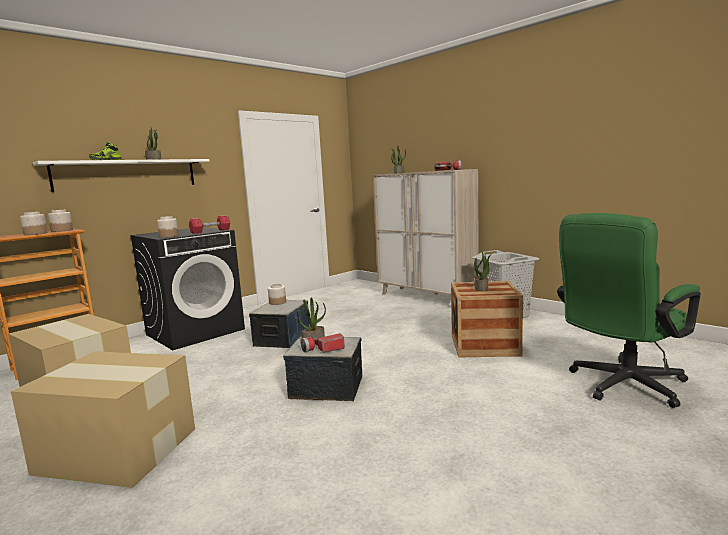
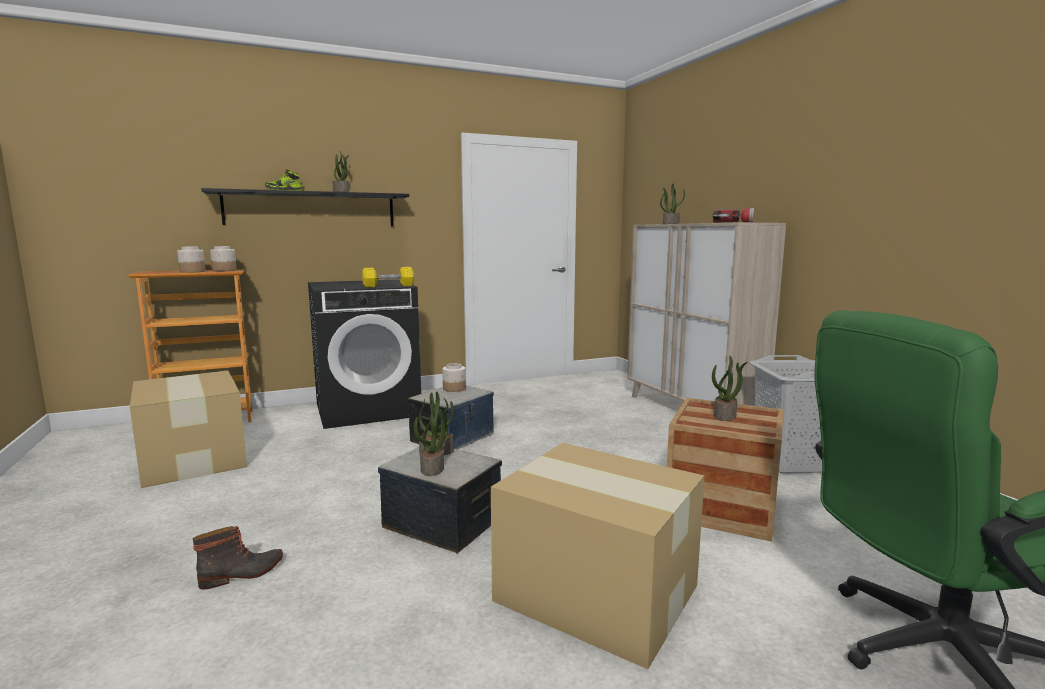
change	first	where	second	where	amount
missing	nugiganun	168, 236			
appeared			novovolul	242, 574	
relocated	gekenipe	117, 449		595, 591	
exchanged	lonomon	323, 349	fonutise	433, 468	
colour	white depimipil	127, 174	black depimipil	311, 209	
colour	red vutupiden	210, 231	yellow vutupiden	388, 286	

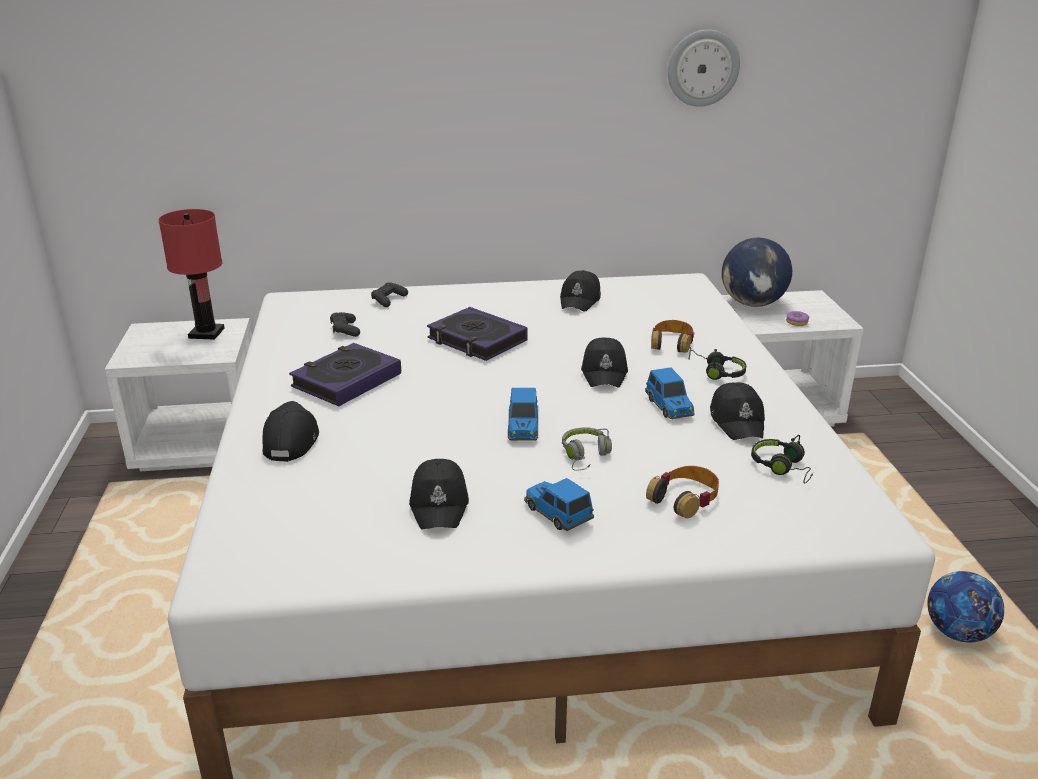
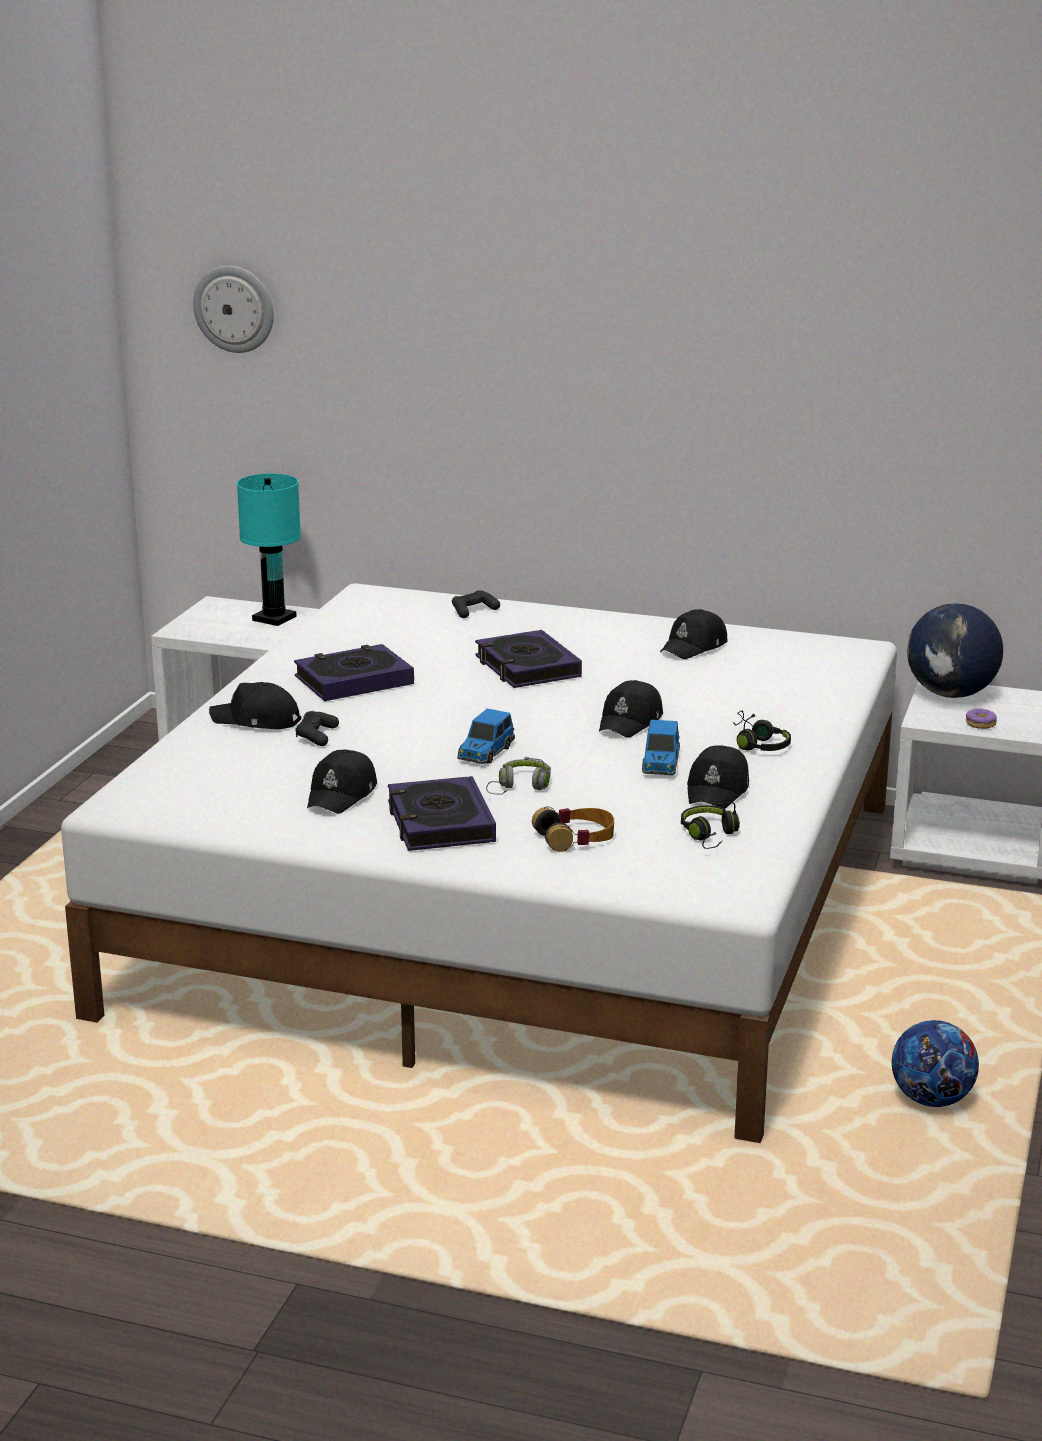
change	first	where	second	where	amount
missing	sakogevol	671, 343			
relocated	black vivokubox	345, 330		317, 736	
relocated	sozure	703, 68		234, 308	
exchanged	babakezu	557, 513	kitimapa	440, 823	
colour	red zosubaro	206, 333	turquoise zosubaro	273, 618	
spun	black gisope	291, 440		256, 720	105 degrees counterclockwise

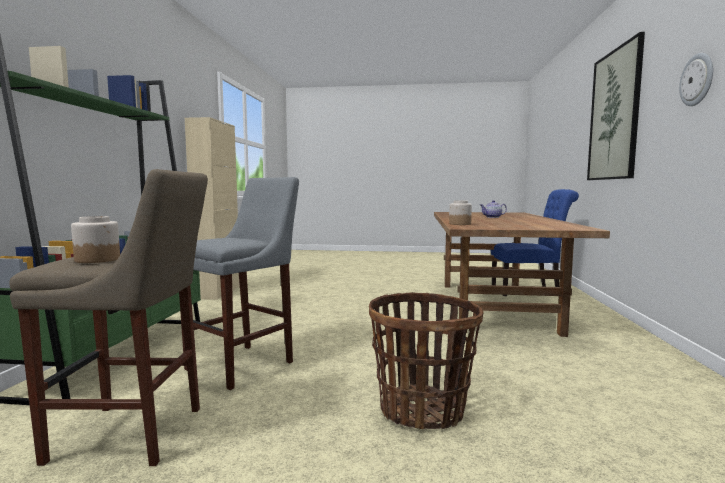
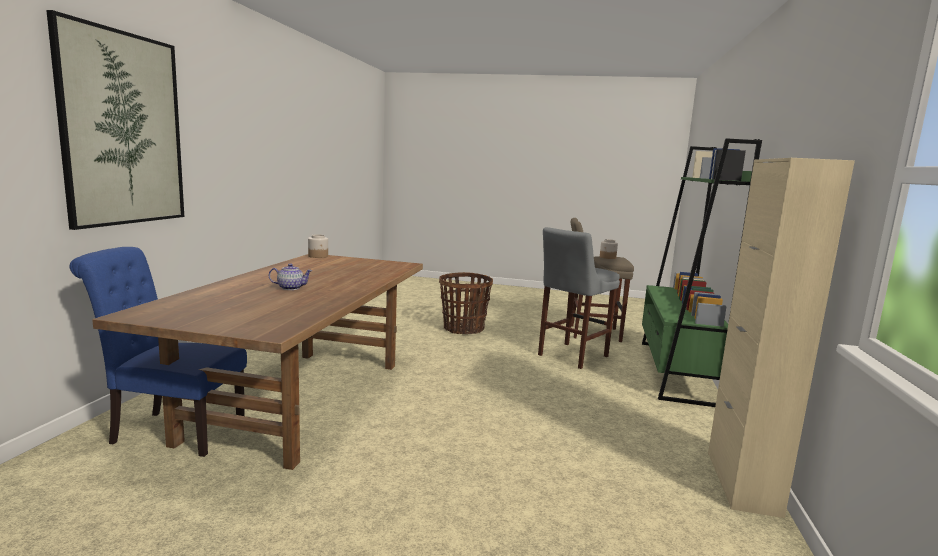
change	first	where	second	where	amount
missing	sozure	697, 80			
relocated	nugiganun	459, 224		318, 256	

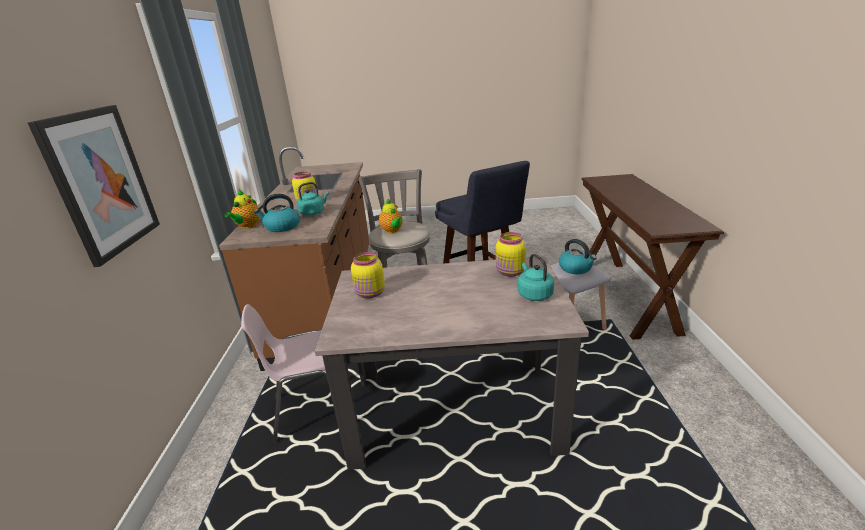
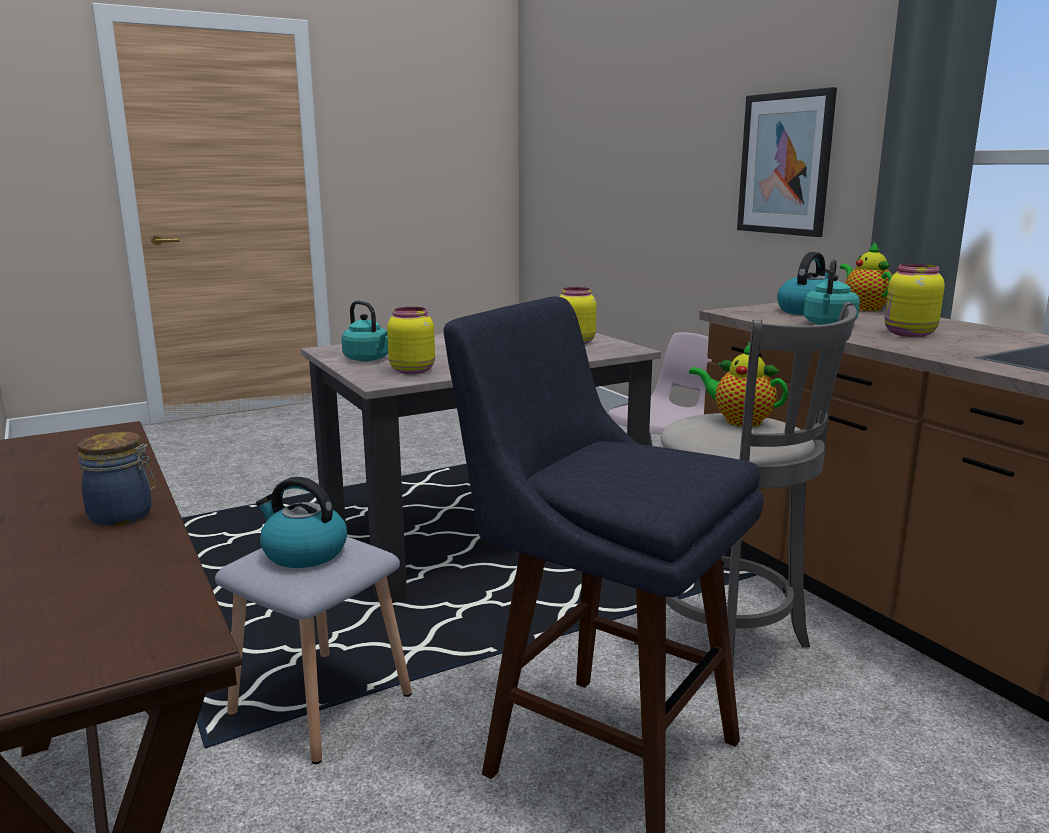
change	first	where	second	where	amount
appeared			nugiganun	123, 516	

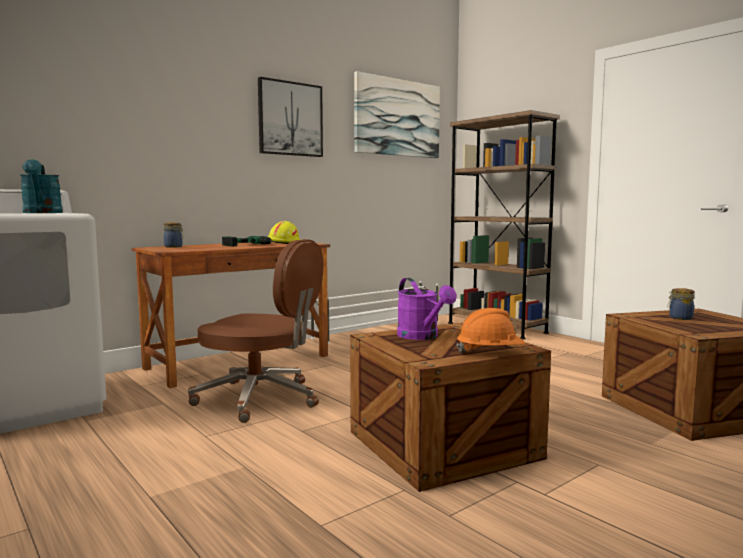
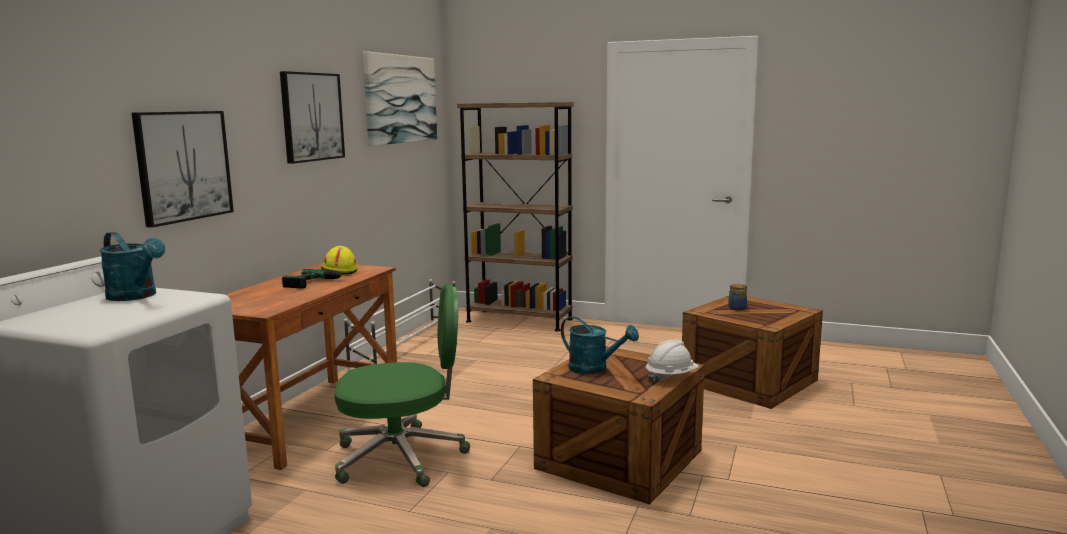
change	first	where	second	where	amount
missing	nugiganun	174, 247			
appeared			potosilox	183, 166	
colour	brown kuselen	260, 399	green kuselen	402, 457	
colour	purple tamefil	422, 337	turquoise tamefil	594, 369	
colour	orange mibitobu	490, 353	white mibitobu	671, 377	

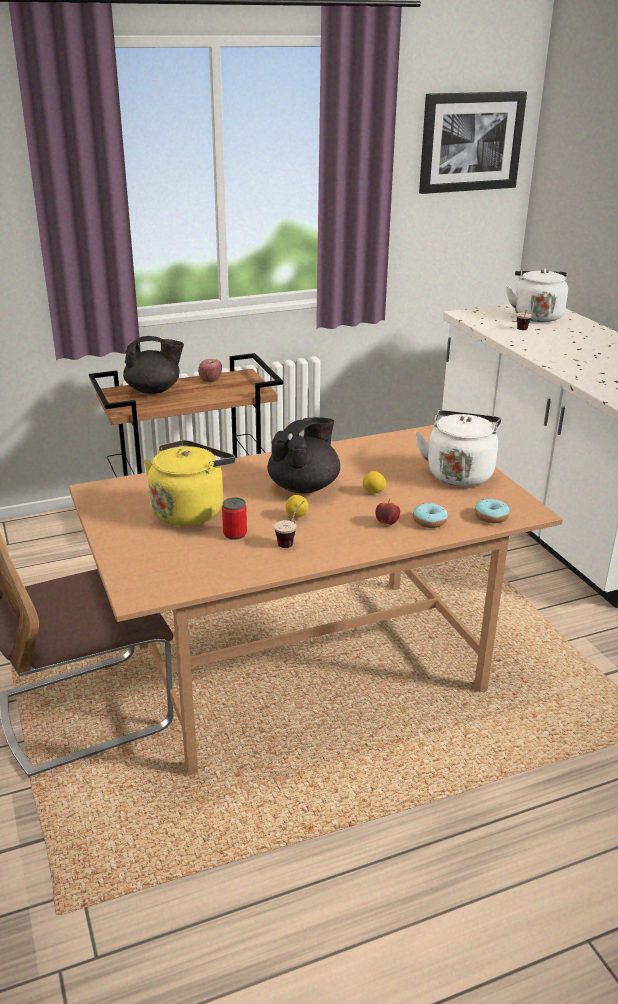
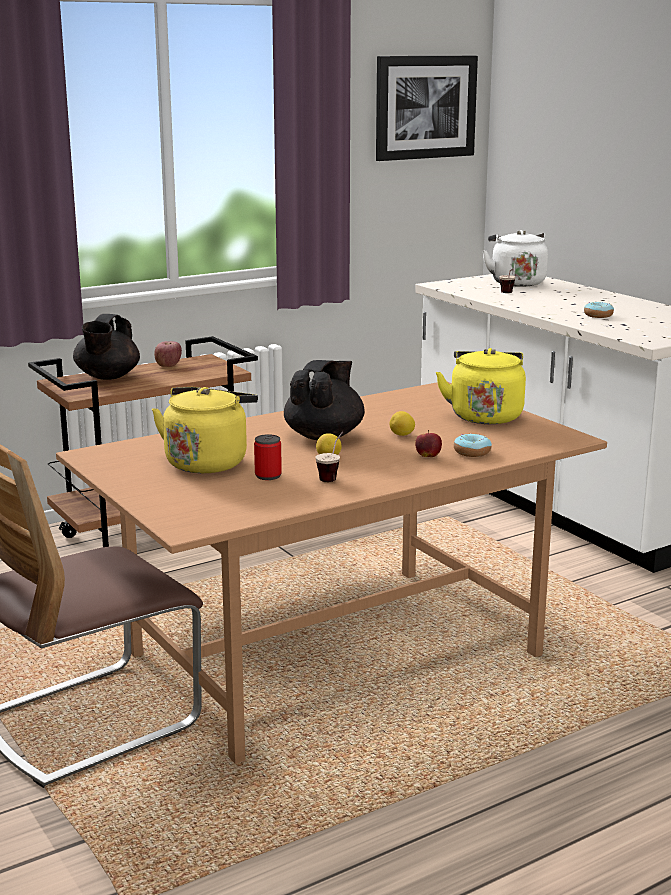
change	first	where	second	where	amount
relocated	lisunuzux	491, 517		598, 315	
colour	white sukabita	459, 473	yellow sukabita	485, 415	
spun	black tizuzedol	154, 390		107, 377	120 degrees clockwise

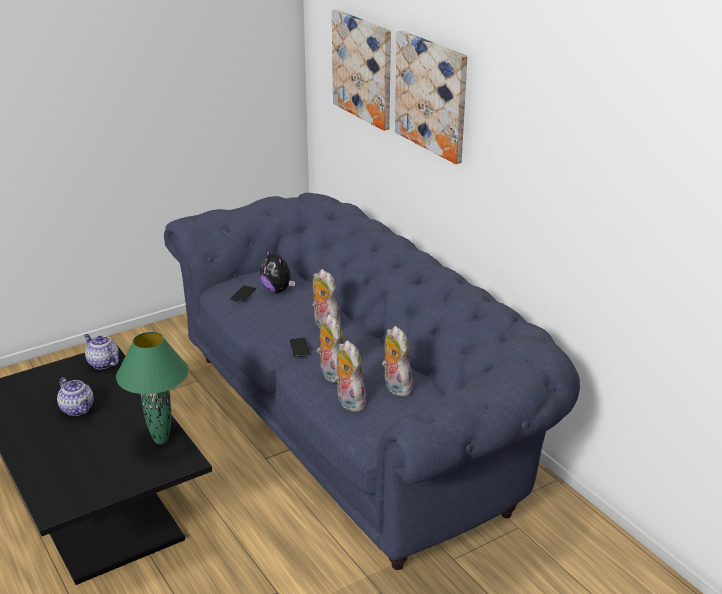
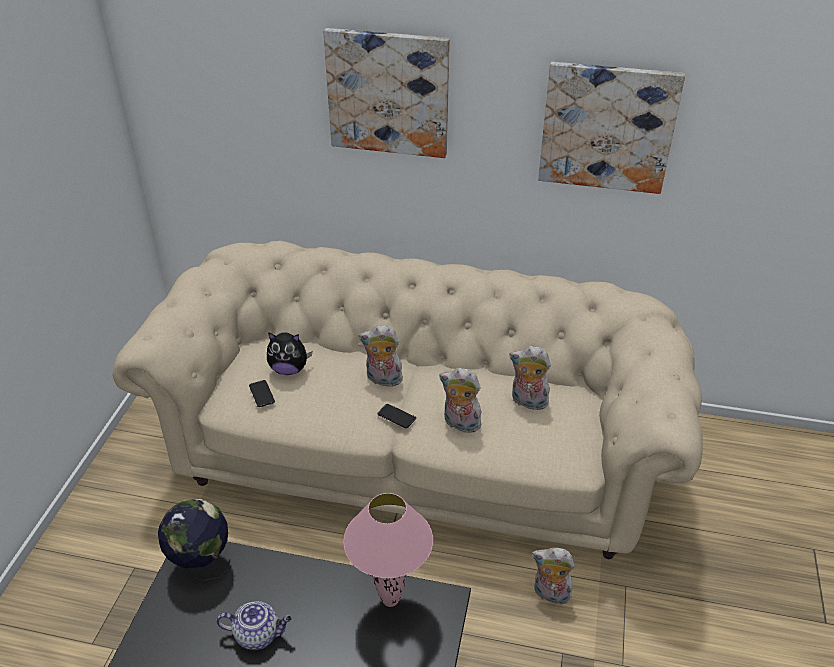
change	first	where	second	where	amount
relocated	potosilox	363, 68		607, 127	
relocated	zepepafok	348, 402		550, 594	
exchanged	tizuzedol	102, 363	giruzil	201, 564	
colour	green zosubaro	160, 440	pink zosubaro	390, 601	
colour	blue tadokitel	359, 423	beige tadokitel	416, 453	

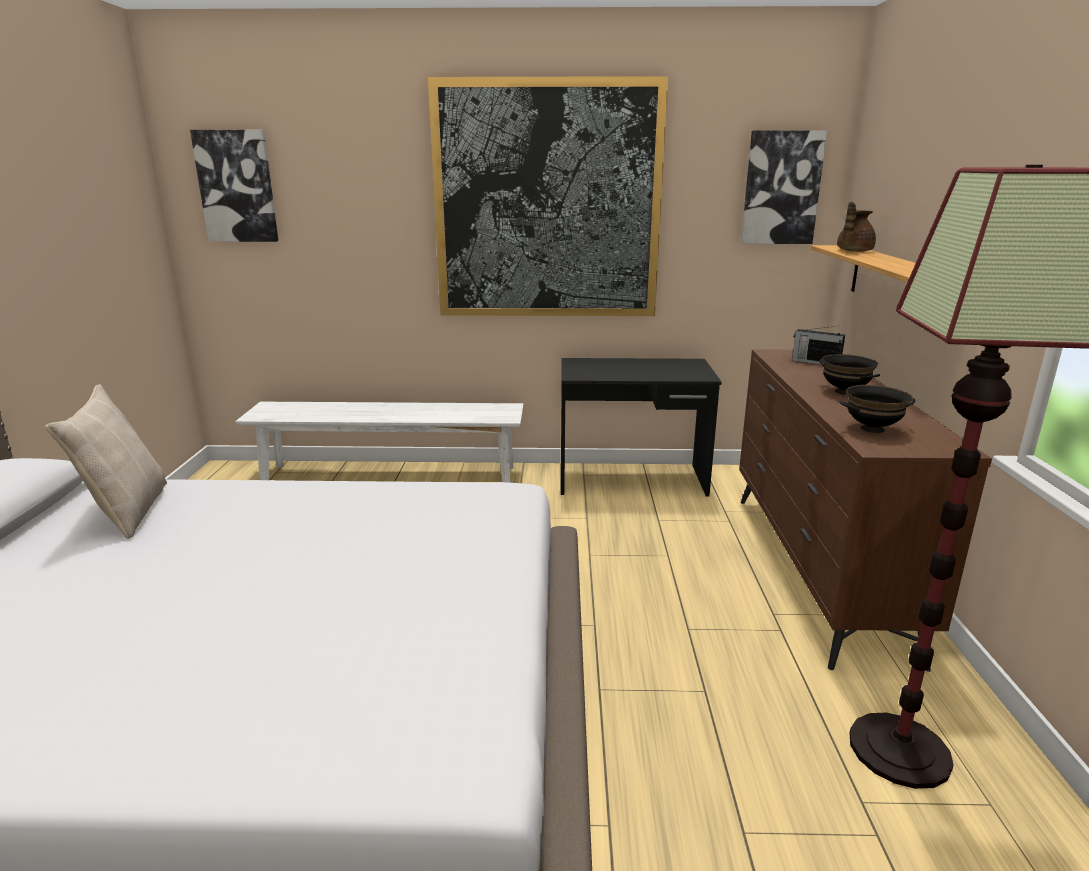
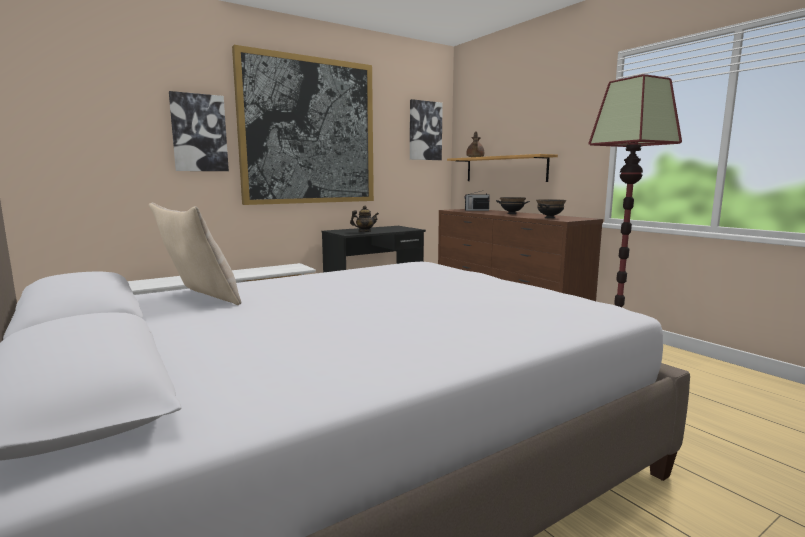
change	first	where	second	where	amount
appeared			tizuzedol	364, 232	
relocated	potosilox	237, 187		199, 133	

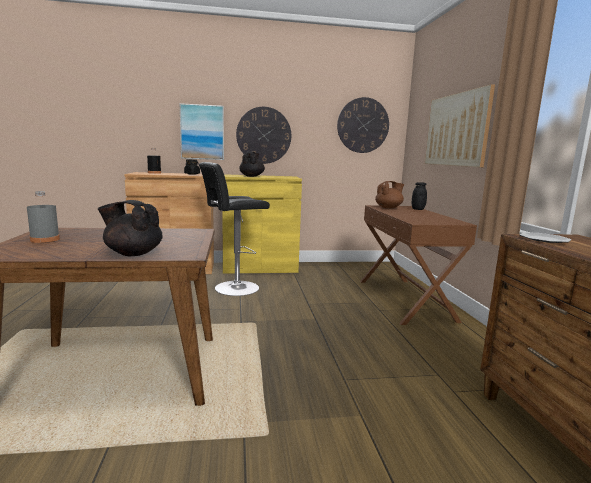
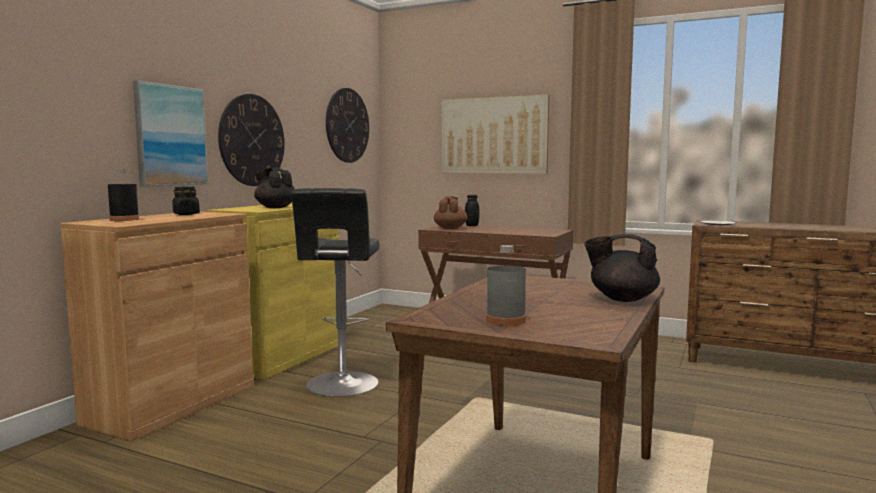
change	first	where	second	where	amount
spun	black tizuzedol	133, 253		622, 299	60 degrees clockwise

